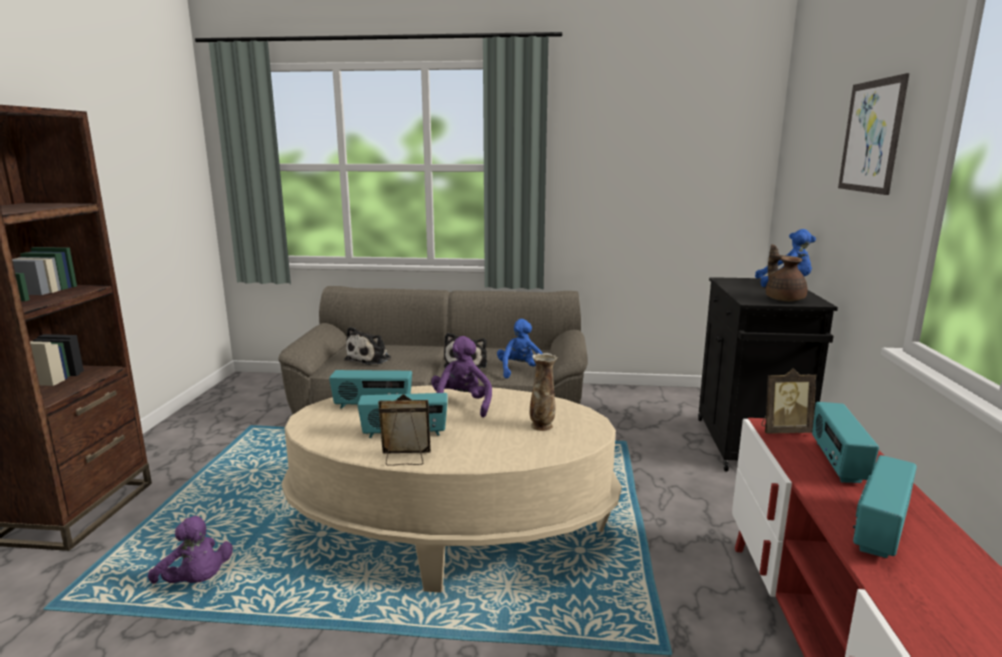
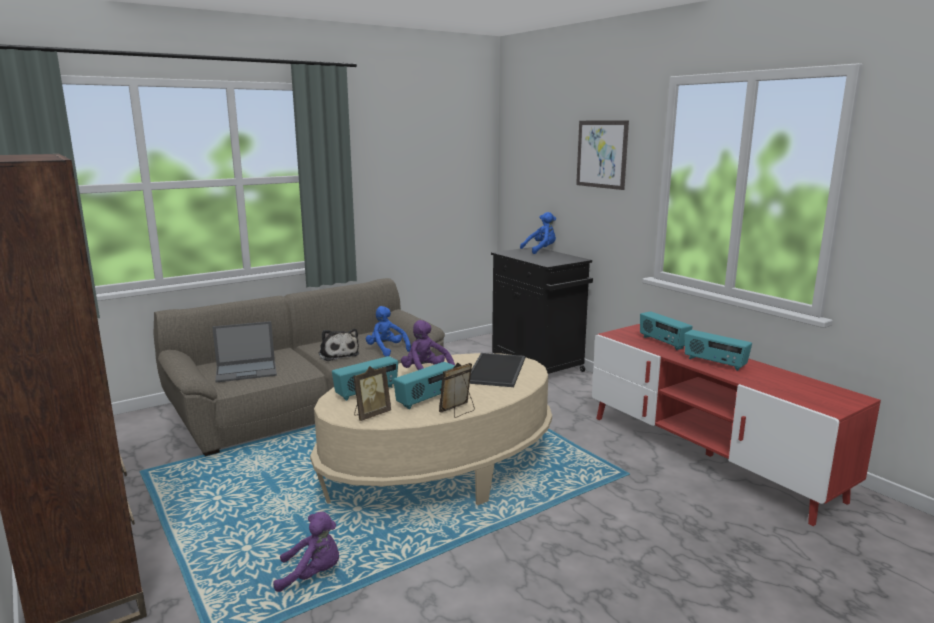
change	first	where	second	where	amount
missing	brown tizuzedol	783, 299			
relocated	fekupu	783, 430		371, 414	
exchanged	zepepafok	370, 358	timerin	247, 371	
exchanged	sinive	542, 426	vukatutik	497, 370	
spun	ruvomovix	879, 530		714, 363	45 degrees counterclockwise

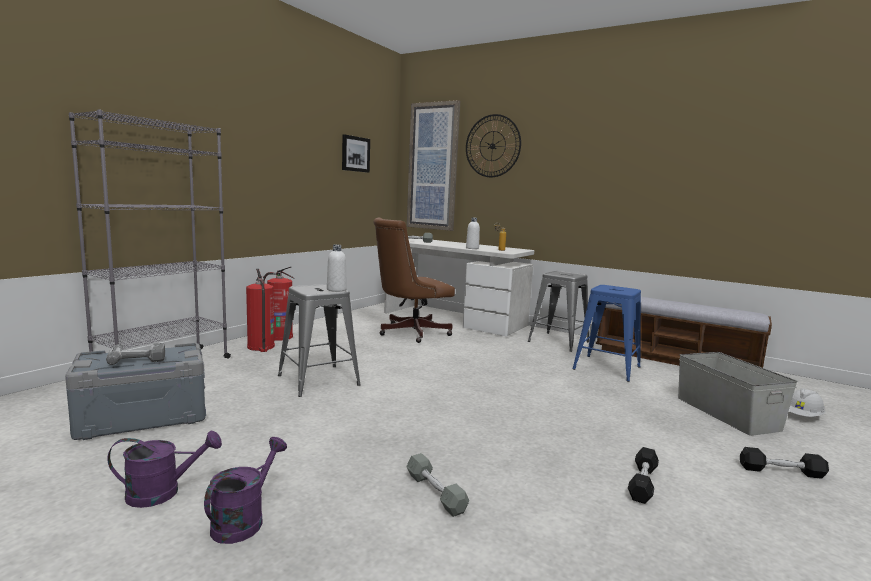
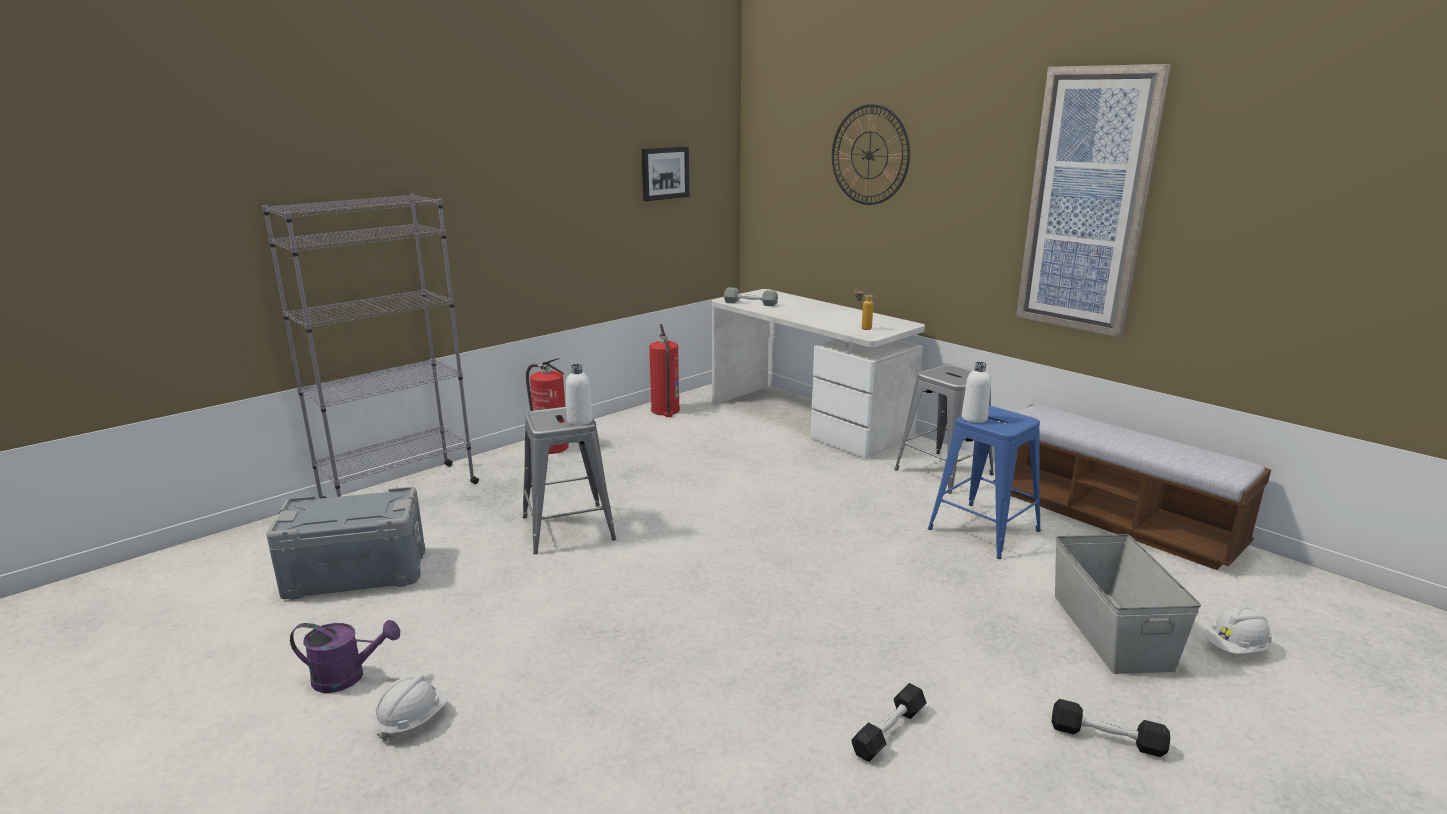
change	first	where	second	where	amount
missing	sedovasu	137, 357			
missing	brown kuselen	409, 332			
missing	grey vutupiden	435, 493			
relocated	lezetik	261, 347		665, 410	
relocated	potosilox	433, 167		1087, 202	
relocated	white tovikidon	472, 248		974, 418	
exchanged	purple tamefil	244, 520	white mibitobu	412, 721	

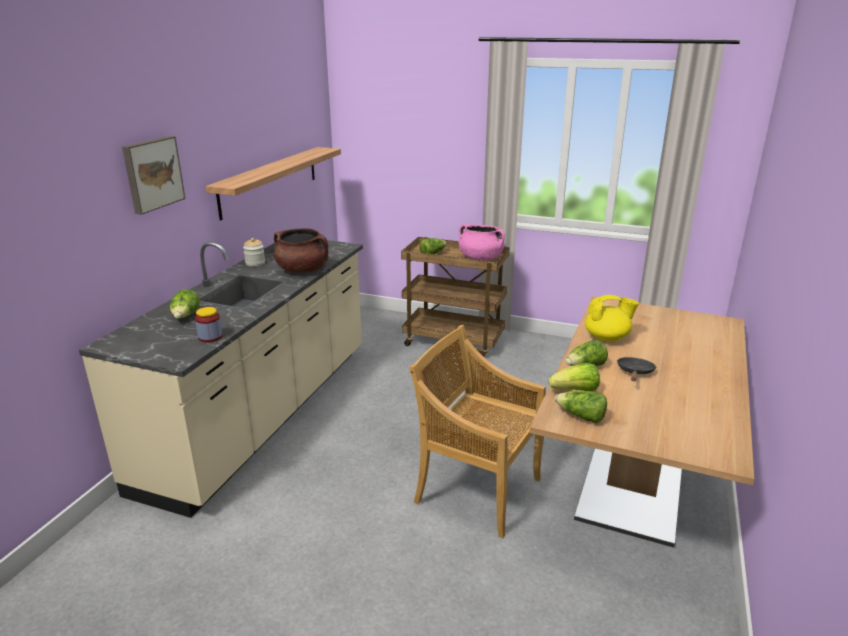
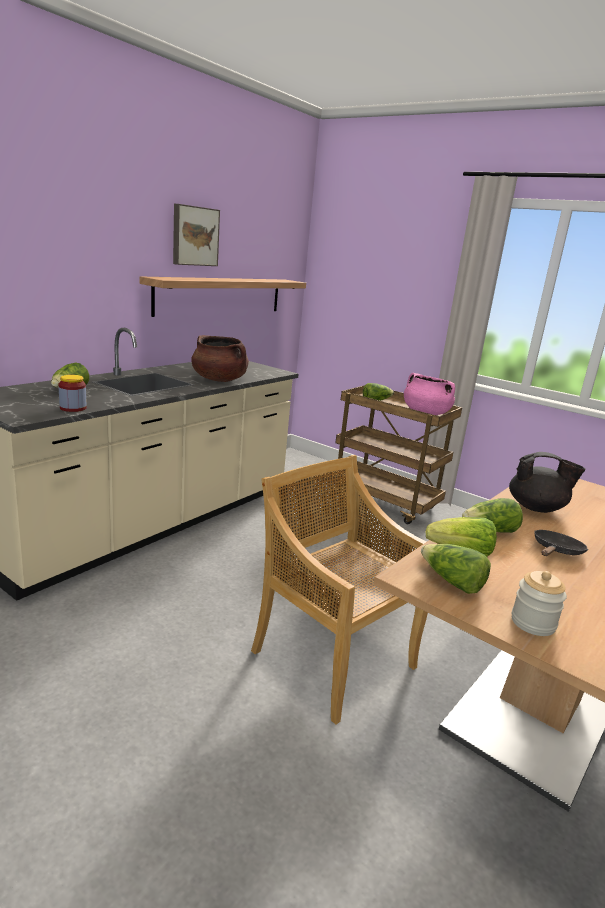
change	first	where	second	where	amount
relocated	potosilox	152, 174		194, 236	
relocated	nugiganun	255, 263		533, 623	
colour	yellow tizuzedol	607, 337	black tizuzedol	537, 508	

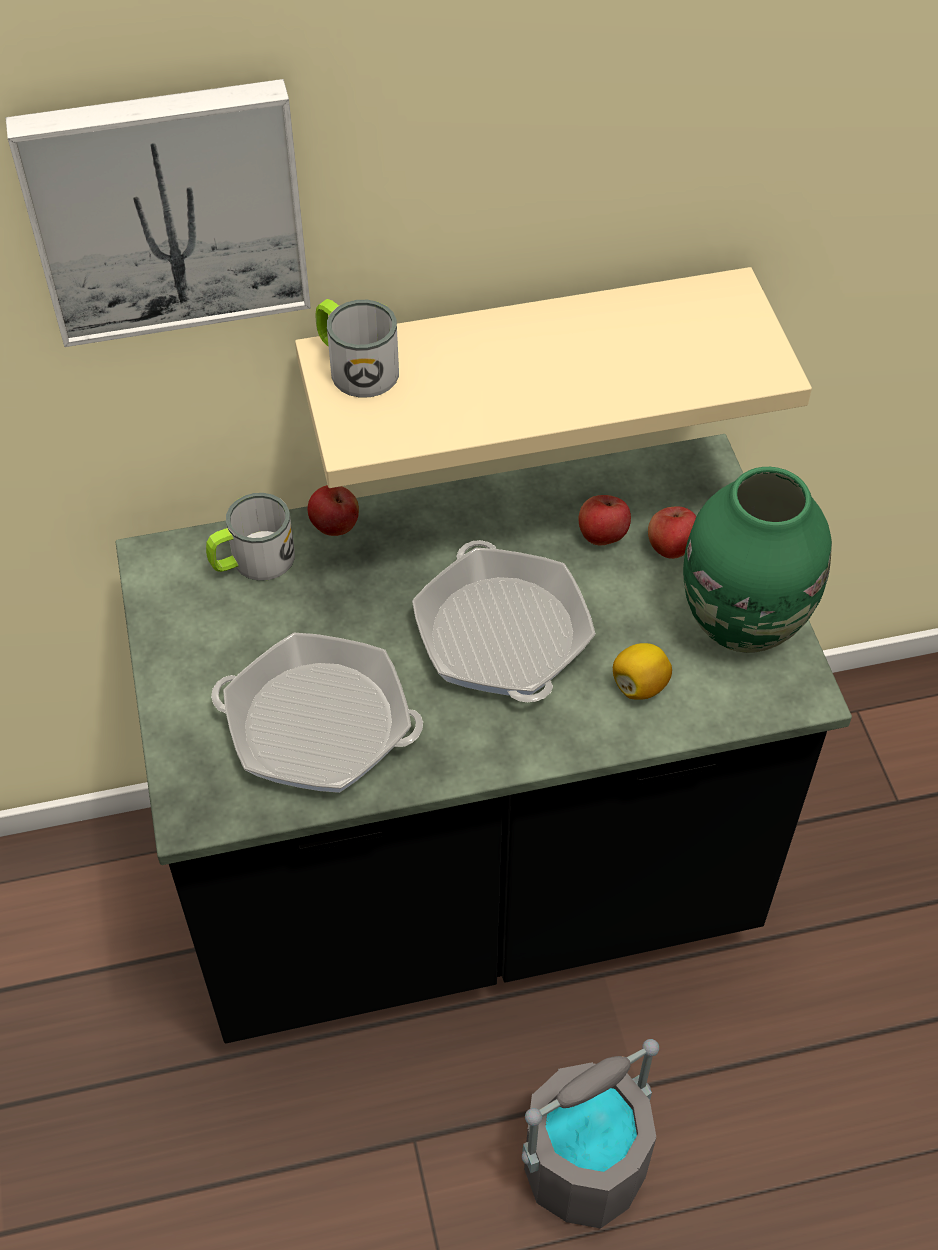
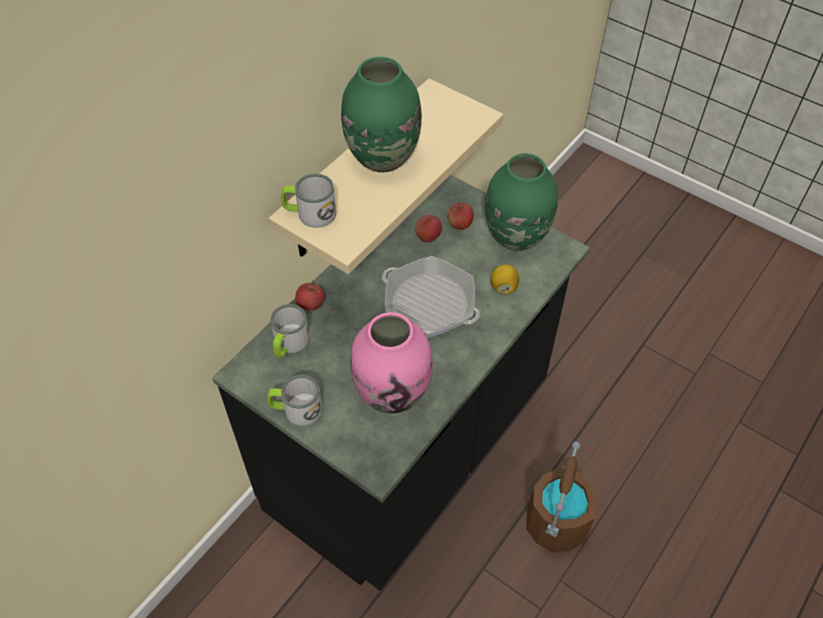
change	first	where	second	where	amount
missing	potosilox	166, 209			
appeared			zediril	296, 409	
appeared			green sinive	382, 158	
exchanged	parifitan	318, 724	pink sinive	392, 392	
colour	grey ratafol	584, 1165	brown ratafol	556, 523	

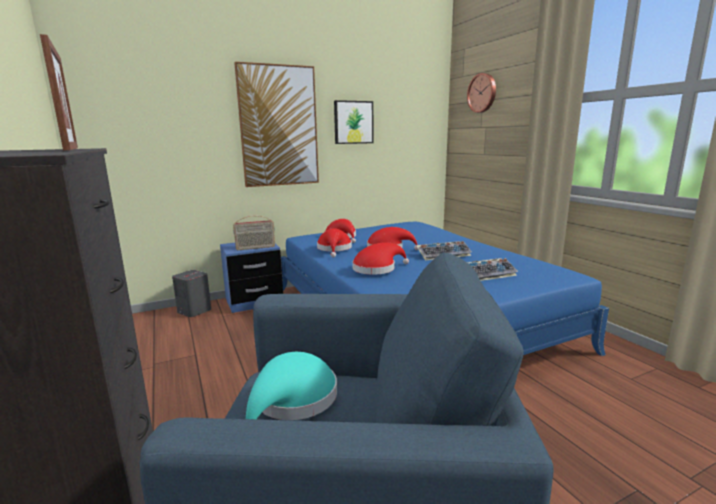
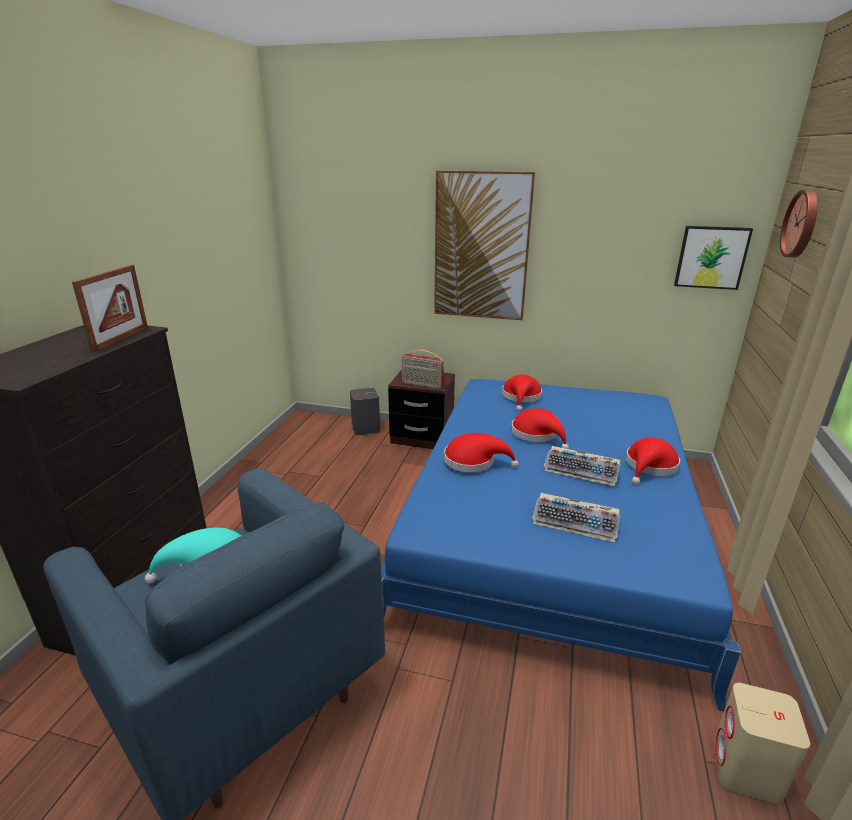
change	first	where	second	where	amount
appeared			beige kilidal	746, 770	
relocated	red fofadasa	334, 249		649, 466	
relocated	potosilox	353, 122		711, 257	
colour	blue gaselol	254, 301	brown gaselol	422, 437	

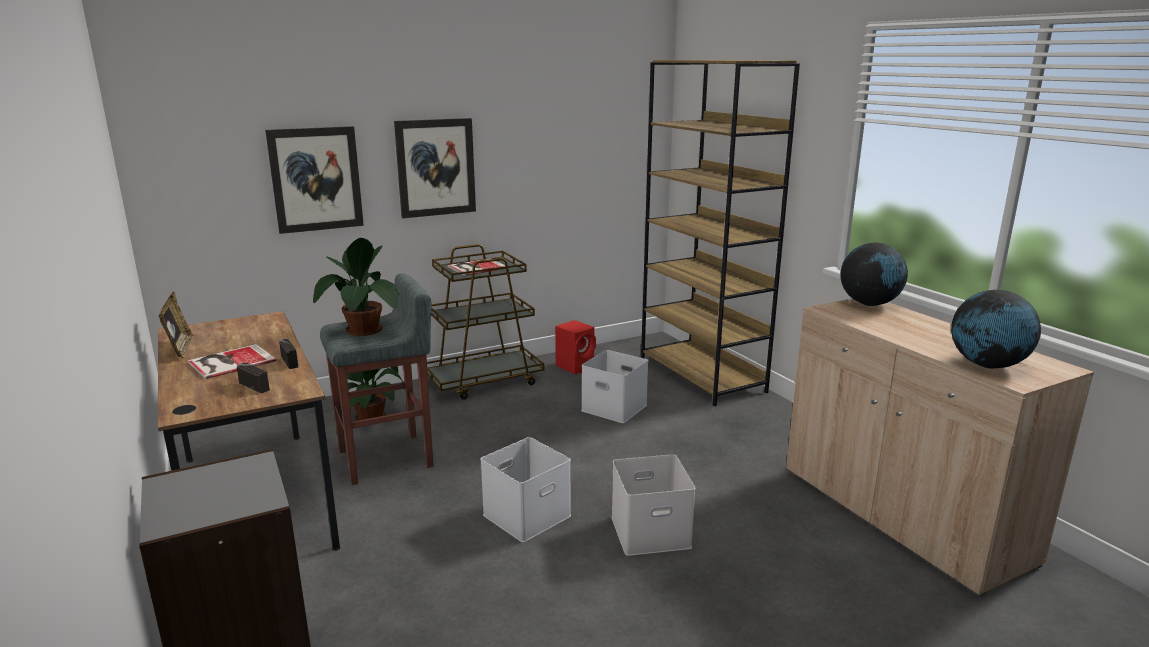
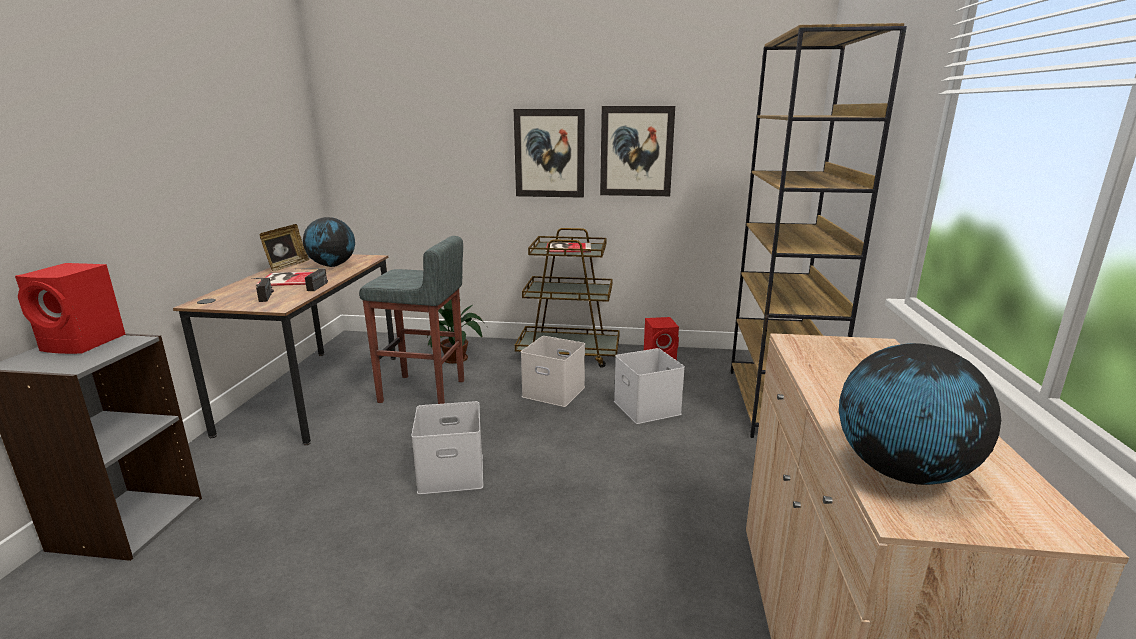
change	first	where	second	where	amount
missing	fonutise	363, 331			
appeared			red kilidal	85, 343	
relocated	potosilox	316, 179		636, 151	
relocated	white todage	651, 531		555, 391	
relocated	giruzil	869, 304		333, 265	

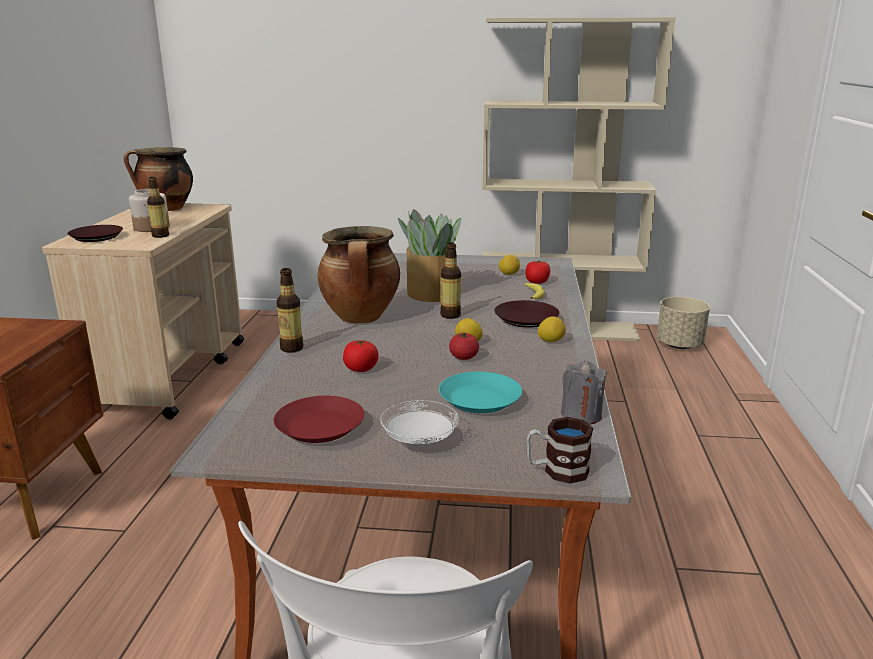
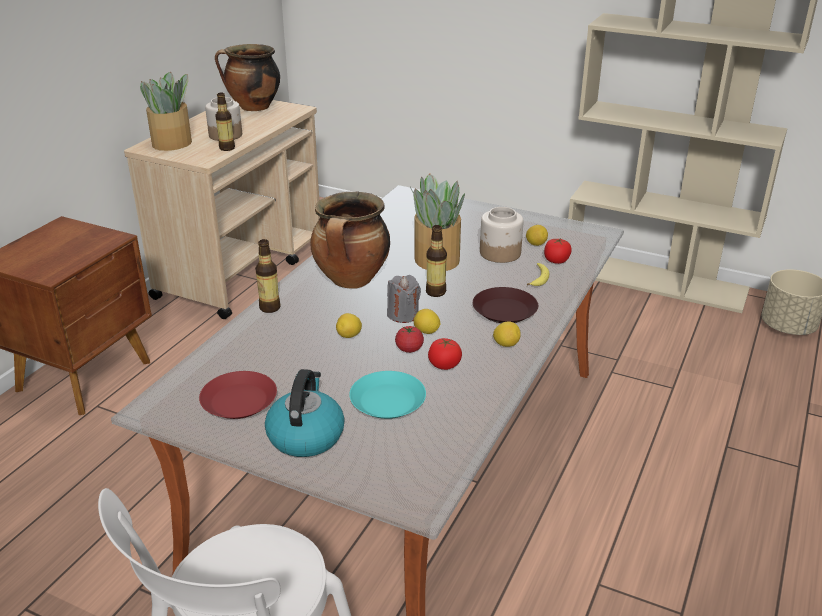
change	first	where	second	where	amount
missing	zediril	557, 470			
appeared			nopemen	349, 336	
appeared			nugiganun	500, 253	
relocated	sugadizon	361, 369		444, 365	
relocated	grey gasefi	581, 415		403, 315	
exchanged	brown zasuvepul	96, 237	fonutise	173, 143	
exchanged	white zasuvepul	419, 441	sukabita	305, 435	

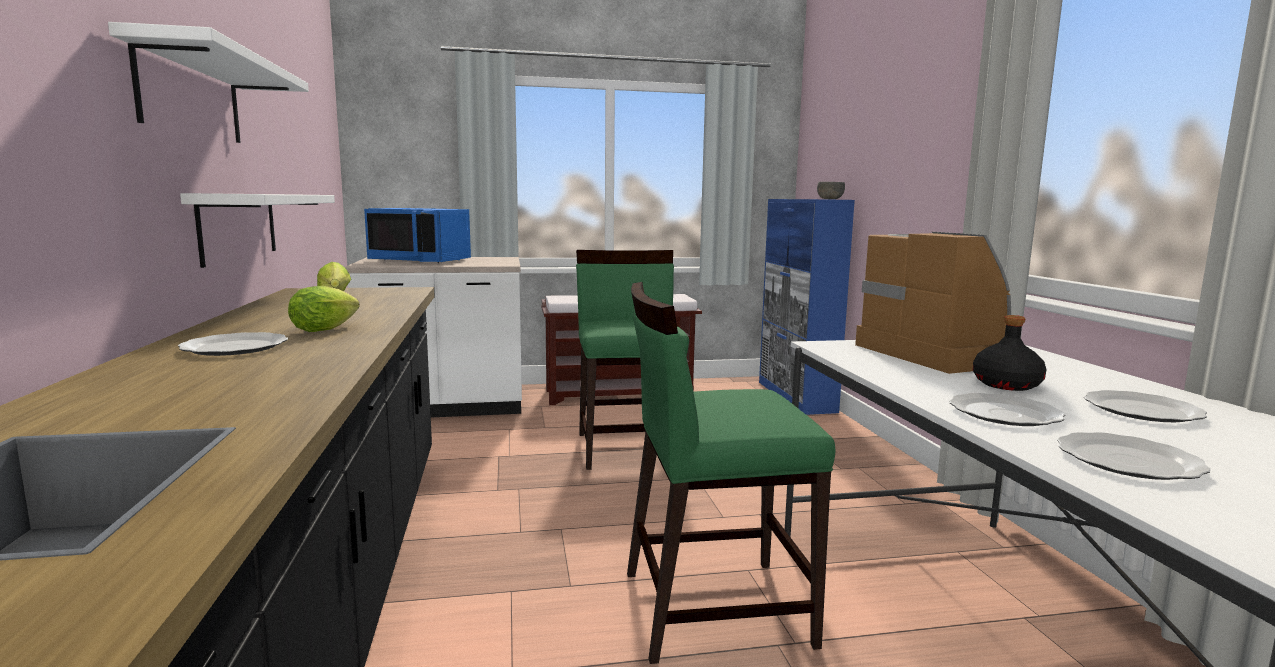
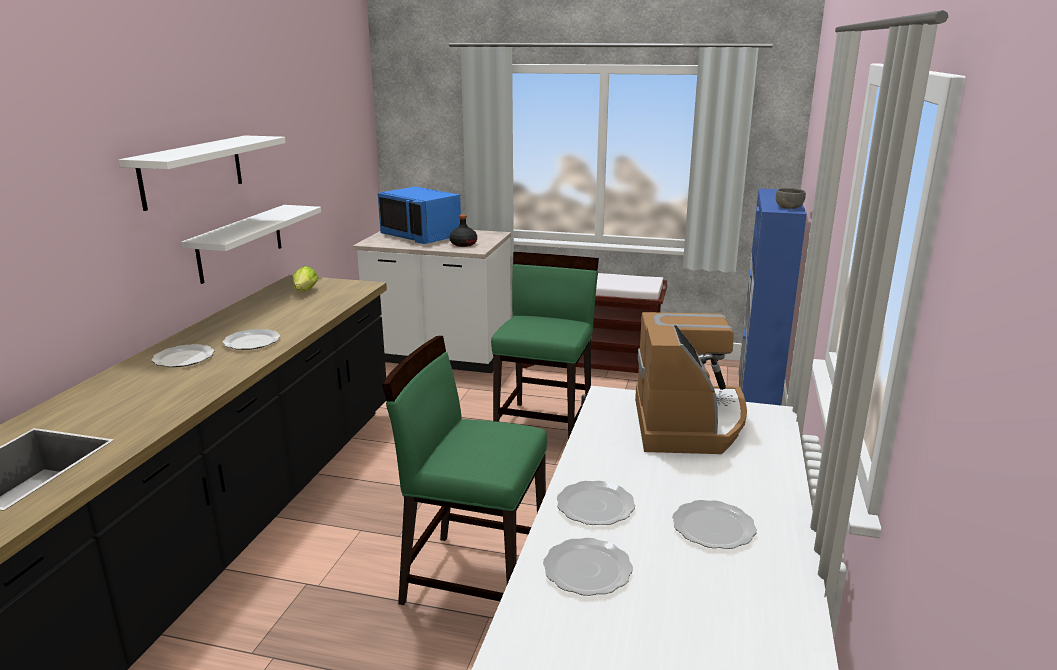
change	first	where	second	where	amount
relocated	black tovikidon	1005, 384		463, 244	
exchanged	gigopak	327, 329	zasuvepul	251, 342	

